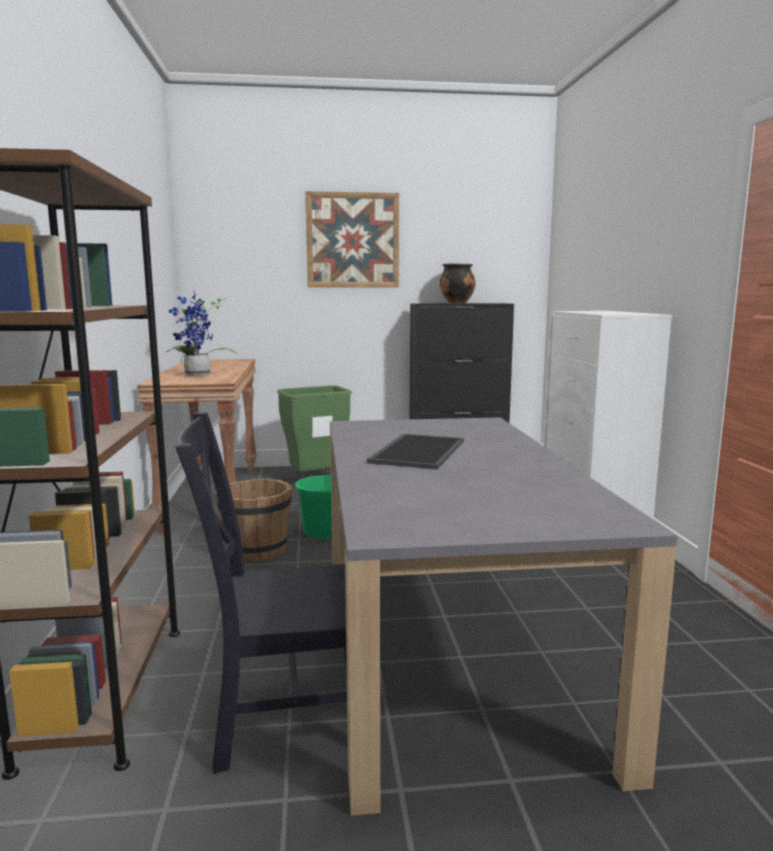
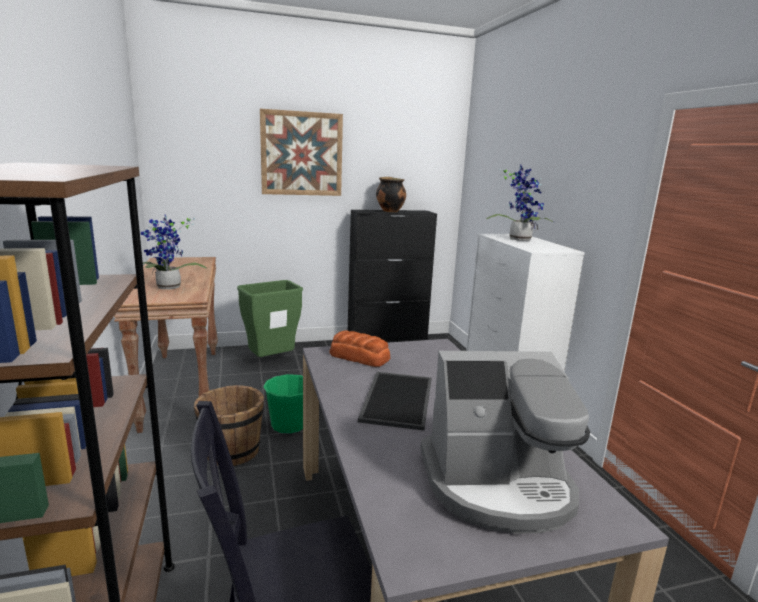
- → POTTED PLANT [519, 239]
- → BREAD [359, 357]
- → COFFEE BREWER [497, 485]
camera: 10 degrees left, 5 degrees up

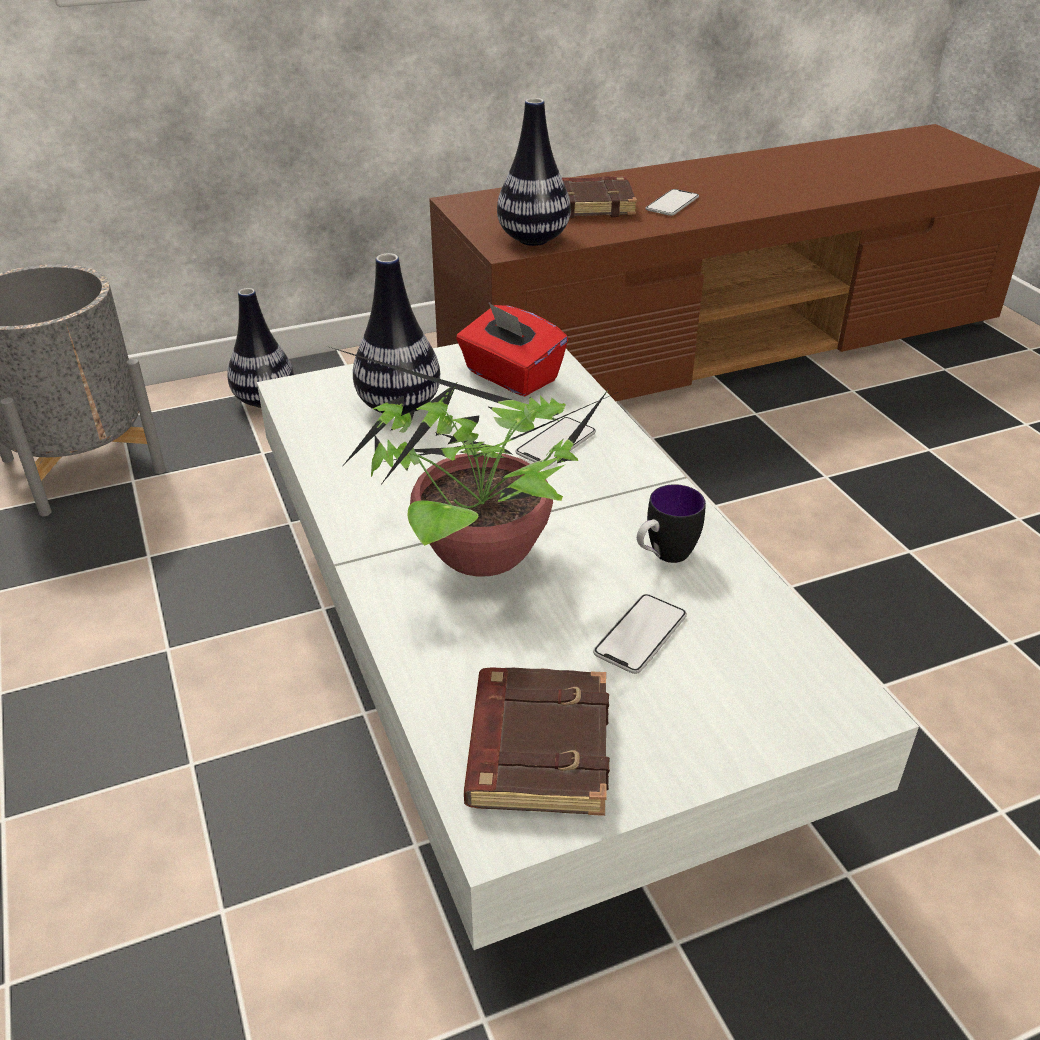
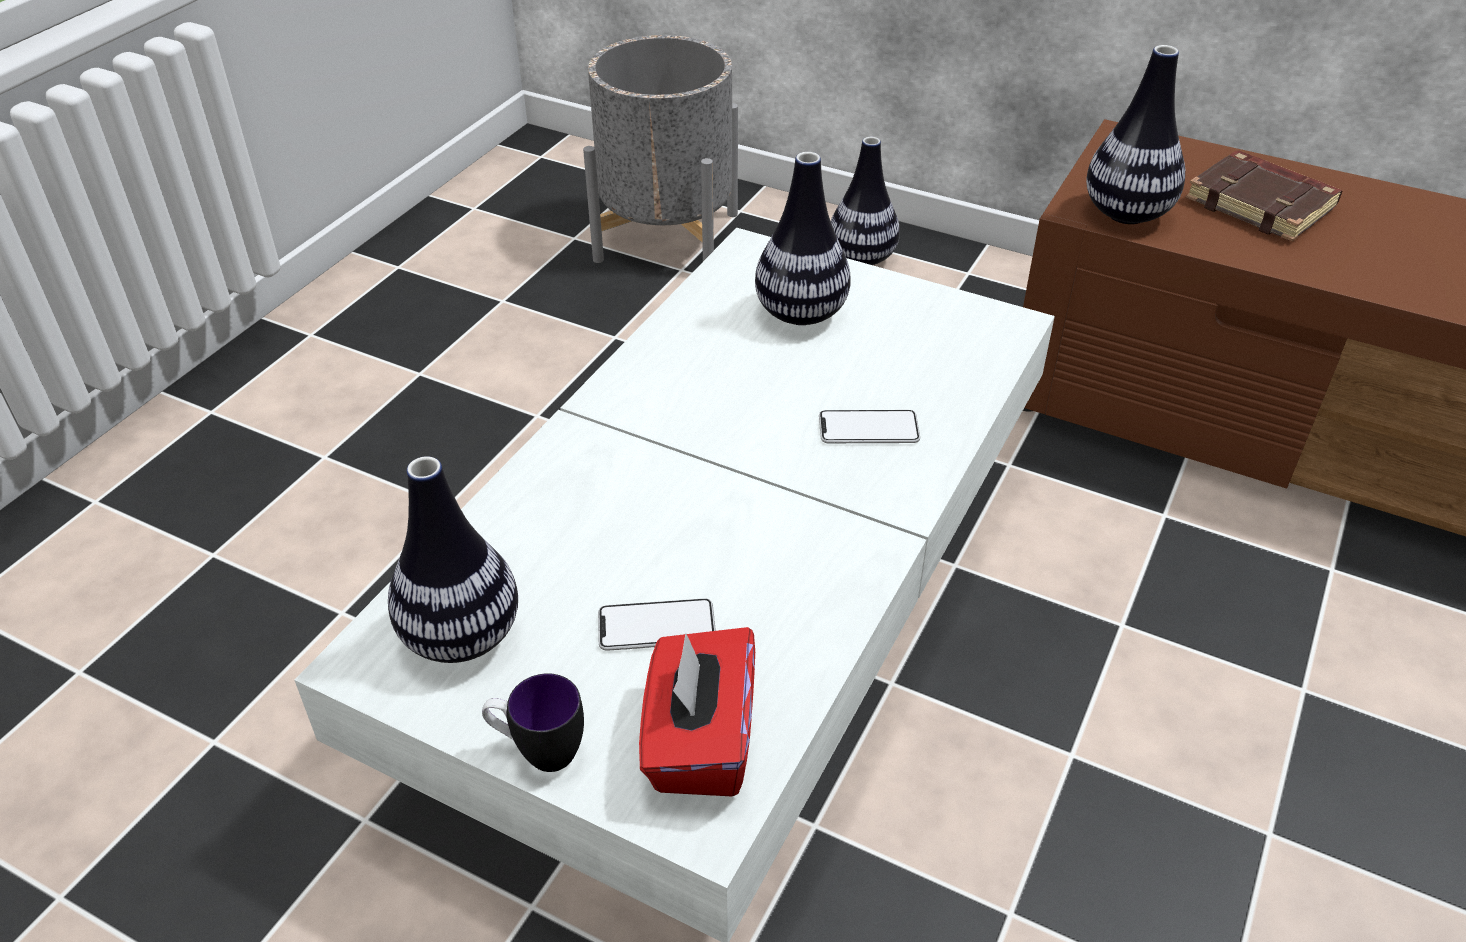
PHONE [672, 204] → -
REDDISH TISSUE HOLDER [510, 376] → REDDISH TISSUE HOLDER [699, 742], moved
POTTED PLANT [476, 552] → -
TEA MUG [663, 557] → TEA MUG [538, 751], moved
BROWNISH BOUND BOOK [536, 747] → FLOWER VASE [461, 636]
camera: 50 degrees right, 5 degrees up

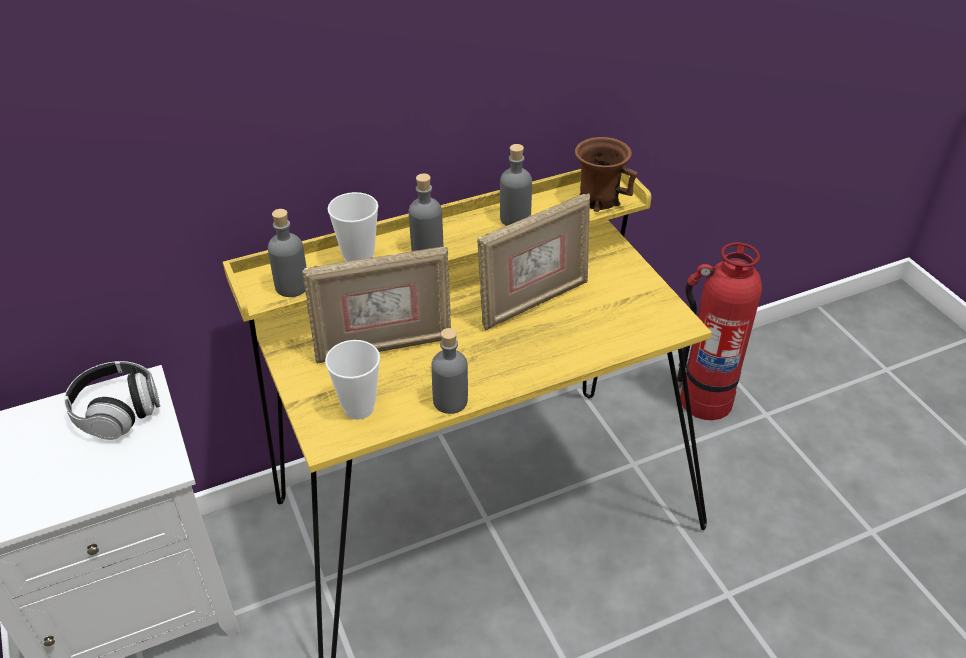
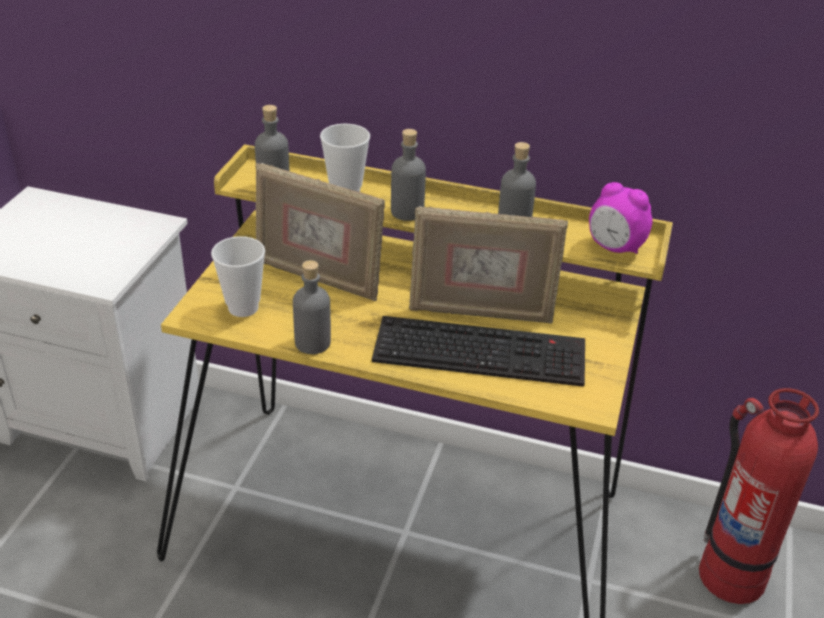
BROWNISH TEA MUG [599, 199] → TABLE CLOCK [615, 248]
HEADSET [117, 412] → -
- → COMPUTER KEYBOARD [482, 350]
camera: 40 degrees right, 5 degrees down

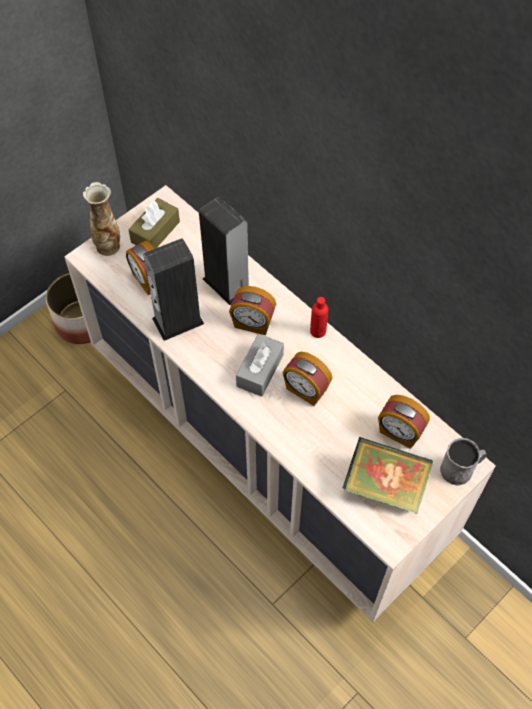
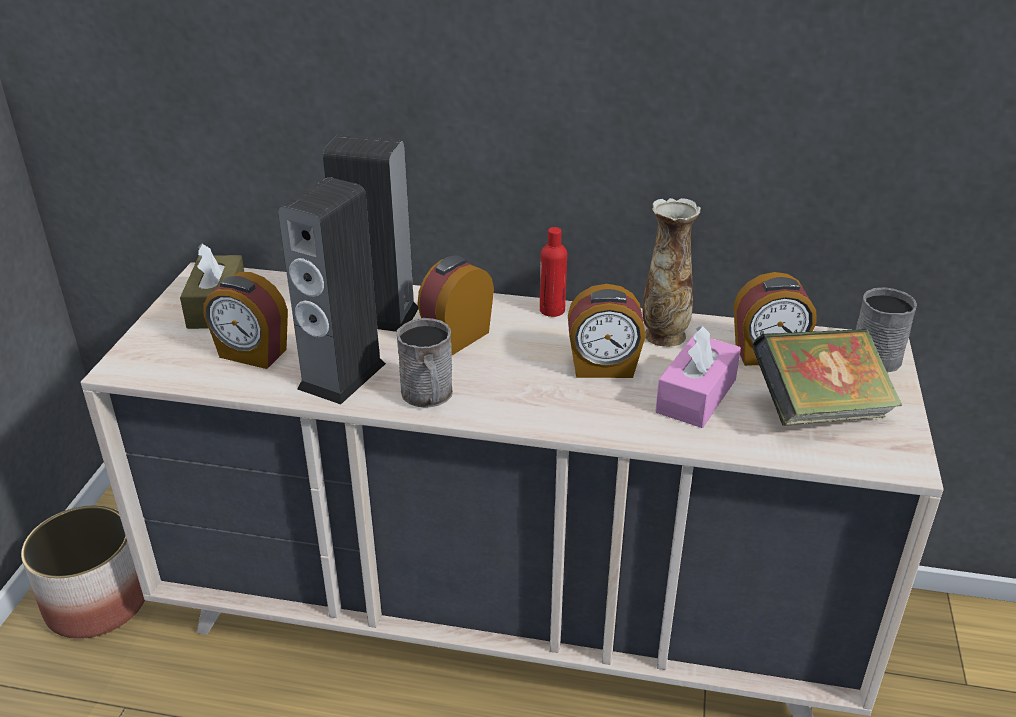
FLOWER VASE [108, 245] → FLOWER VASE [664, 335], moved
TABLE CLOCK [252, 323] → TABLE CLOCK [456, 336], 150 degrees clockwise
GREYISH TISSUE HOLDER [260, 370] → -
- → GREYISH TEA MUG [428, 396]
- → PINK-COLOURED TISSUE HOLDER [696, 396]
camera: 35 degrees left, 25 degrees down

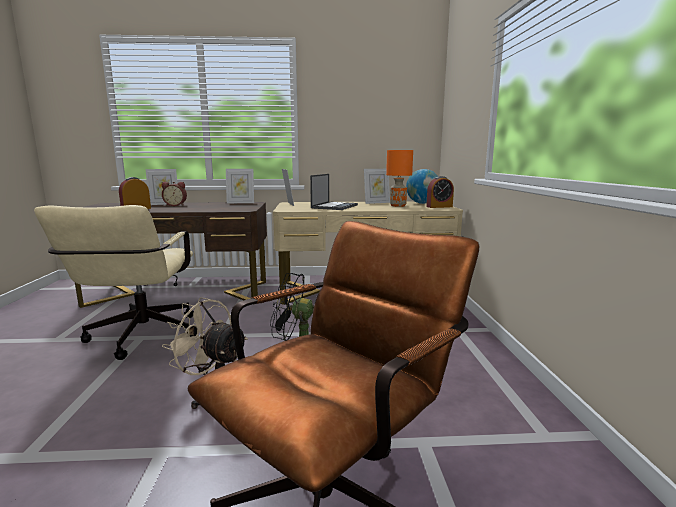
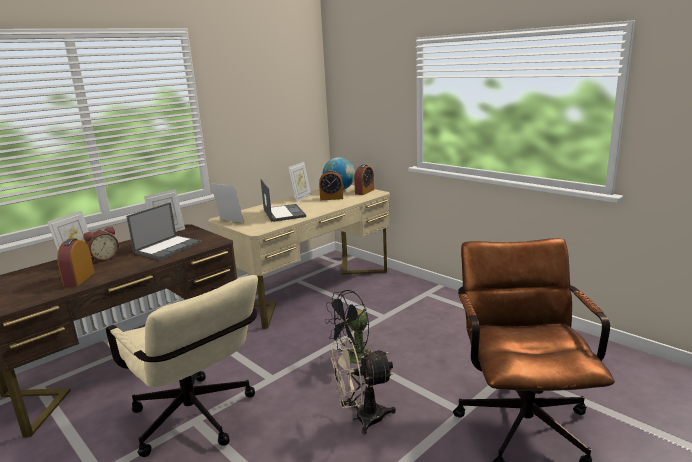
ORANGE TABLETOP LAMP [398, 206] → TABLE CLOCK [331, 198]
- → NOTEBOOK COMPUTER [169, 247]
camera: 40 degrees left, 5 degrees up

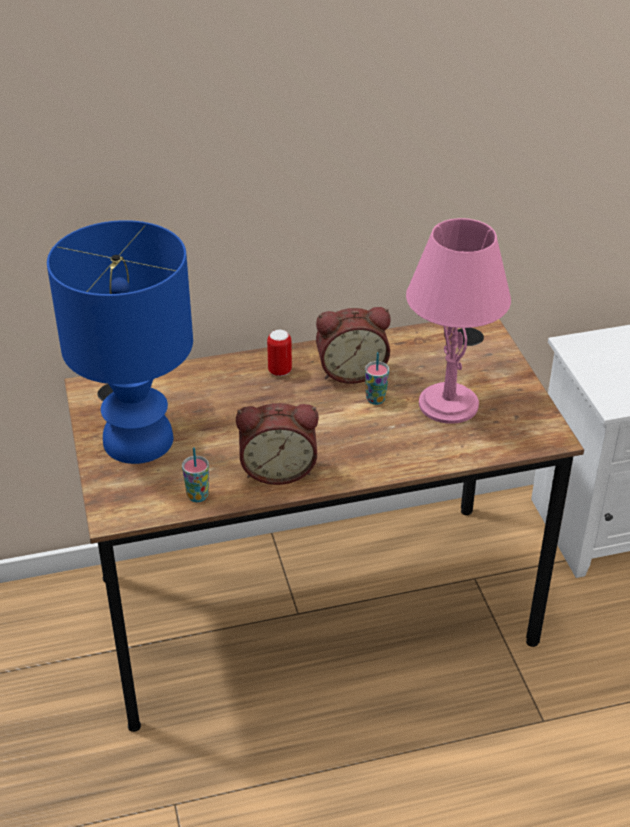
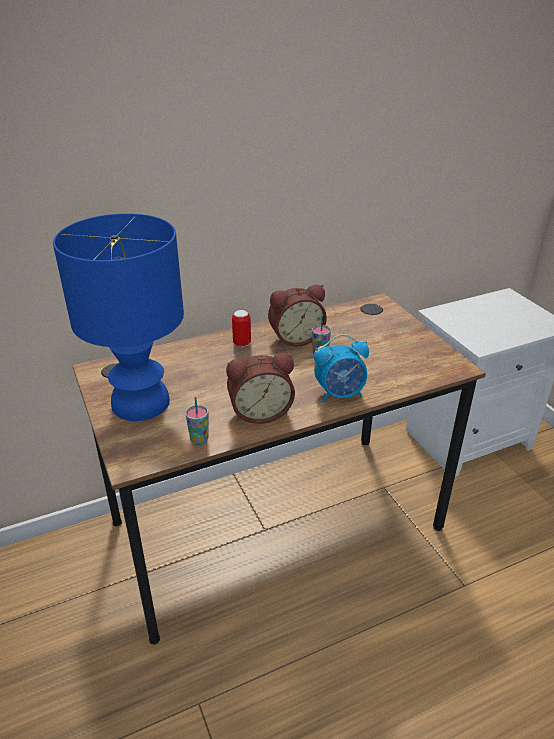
PINK-COLOURED TABLETOP LAMP [449, 404] → -
- → TABLE CLOCK [340, 394]
camera: 10 degrees left, 5 degrees down

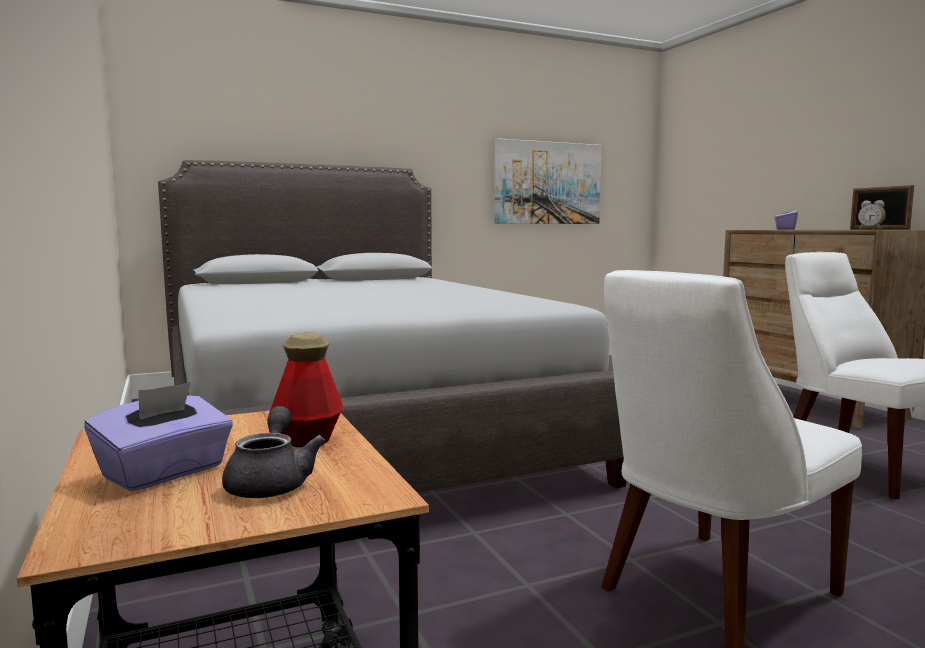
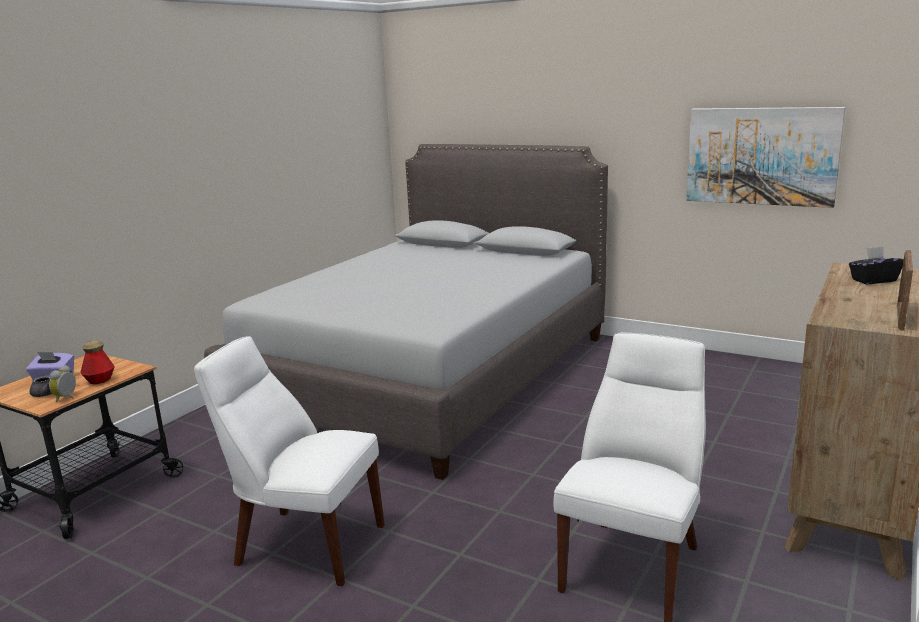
TABLE CLOCK [871, 229] → TABLE CLOCK [67, 398], moved
PURPLE-COLOURED TISSUE HOLDER [784, 229] → BLACK-COLOURED TISSUE HOLDER [873, 280]
camera: 55 degrees right, 10 degrees up

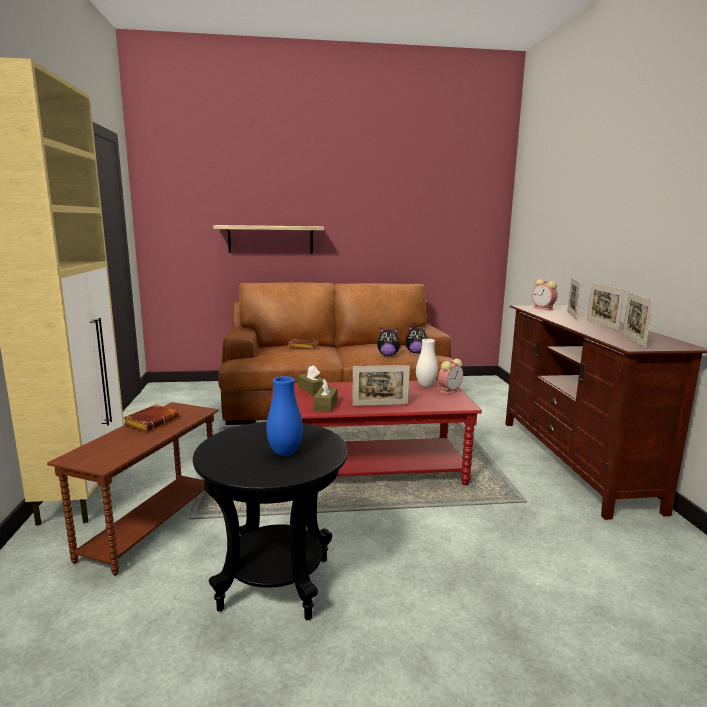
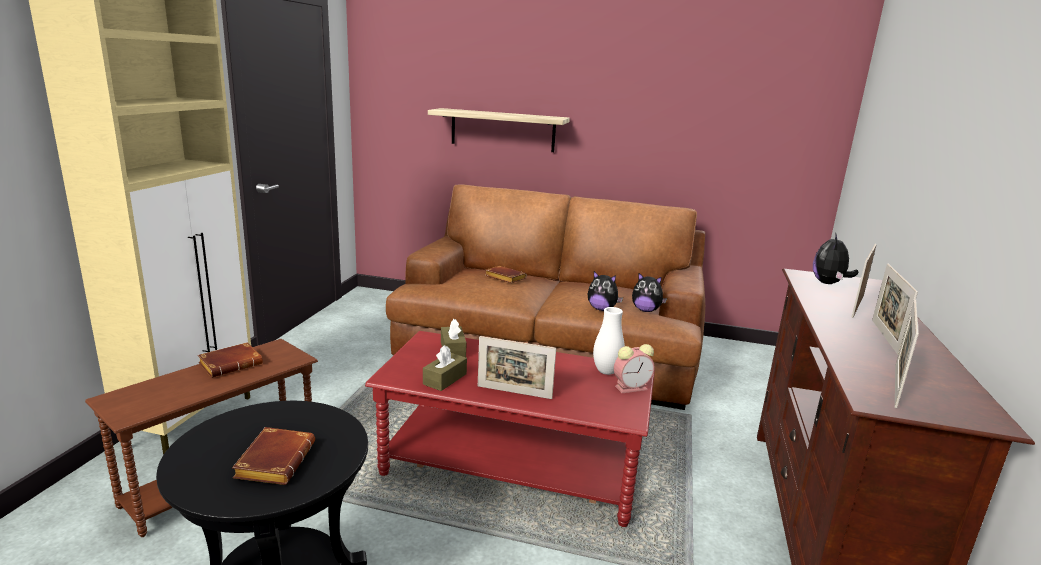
TABLE CLOCK [544, 309] → PLUSH TOY [829, 283]
BLUISH FLOWER VASE [285, 453] → BROWNISH BOUND BOOK [274, 460]
camera: 20 degrees right, 5 degrees up

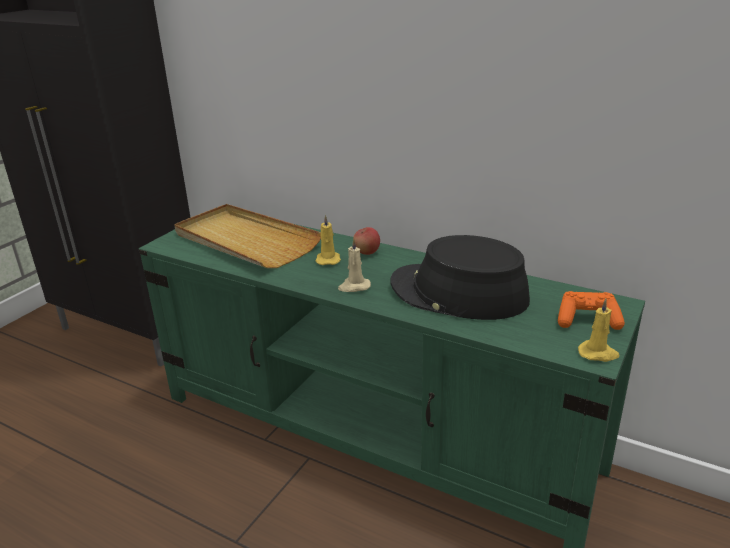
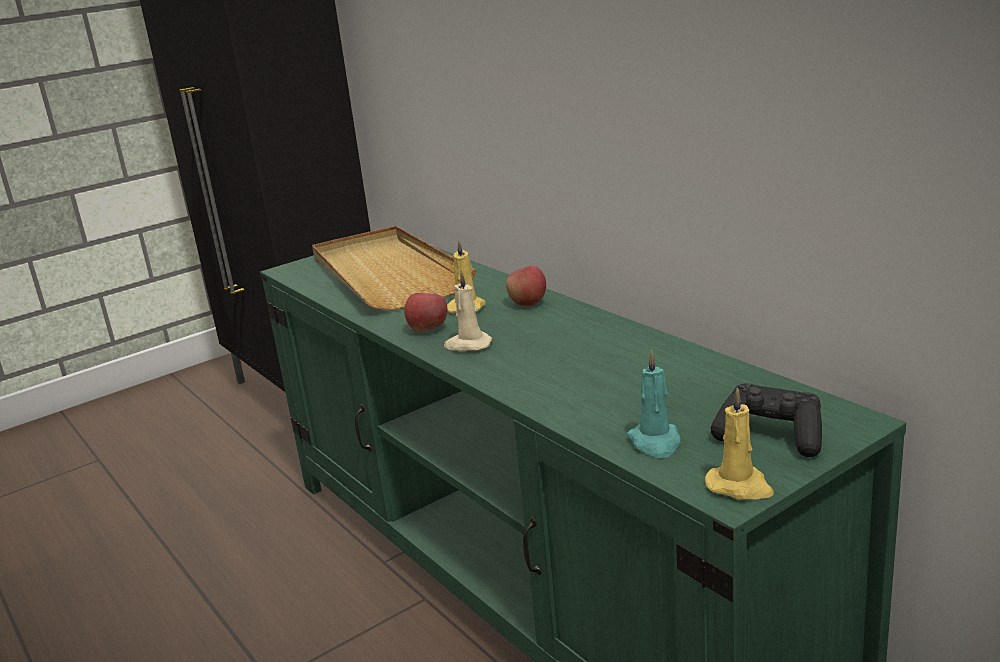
BLACK-COLOURED HAT [458, 293] → -
ORANGE GAME CONTROLLER [587, 320] → BLACK-COLOURED GAME CONTROLLER [771, 436]
- → APPLE FRUIT [428, 329]
- → TURQUOISE WAX LIGHT [655, 442]
camera: 25 degrees right, 5 degrees down

